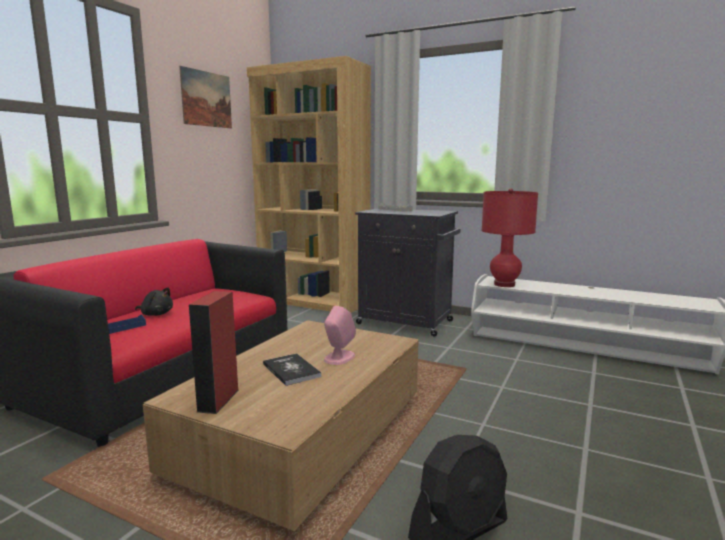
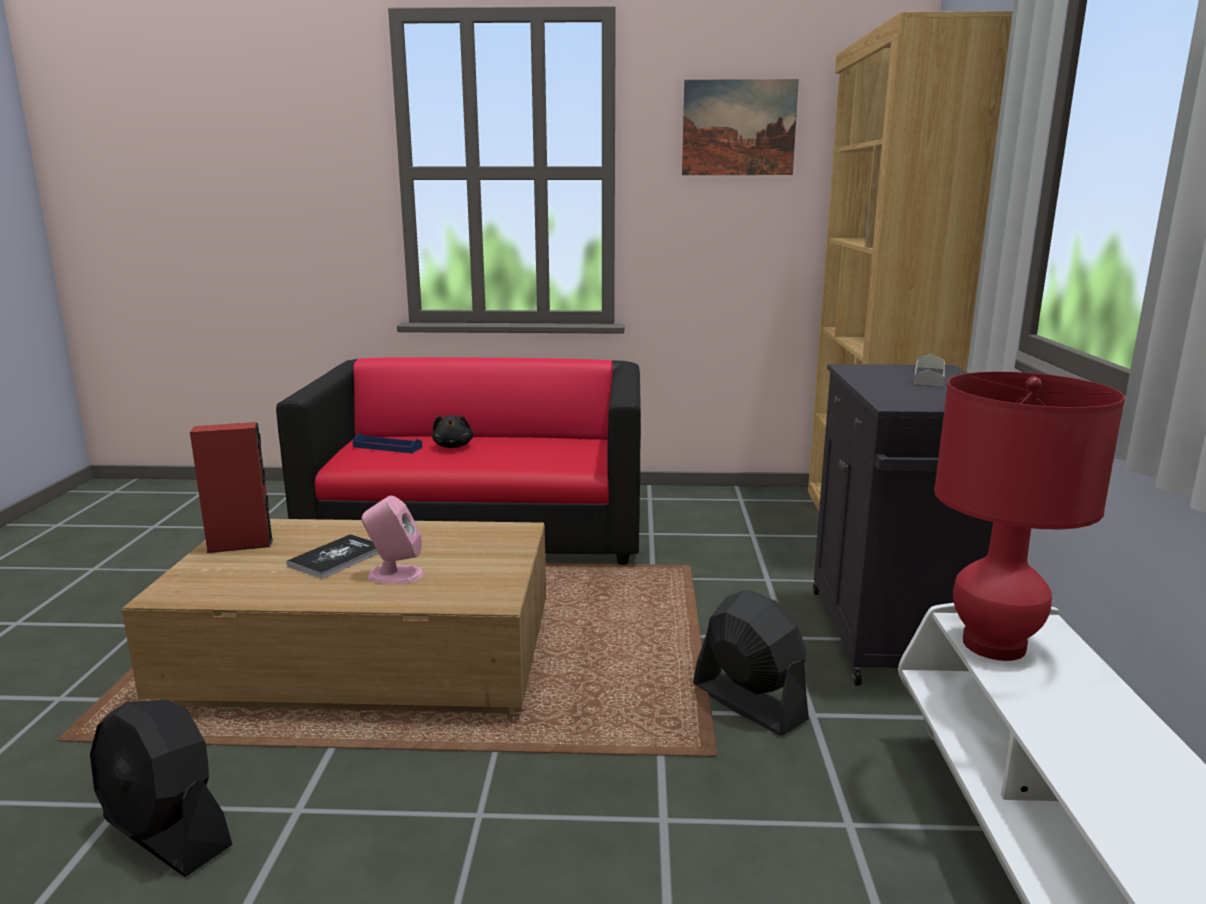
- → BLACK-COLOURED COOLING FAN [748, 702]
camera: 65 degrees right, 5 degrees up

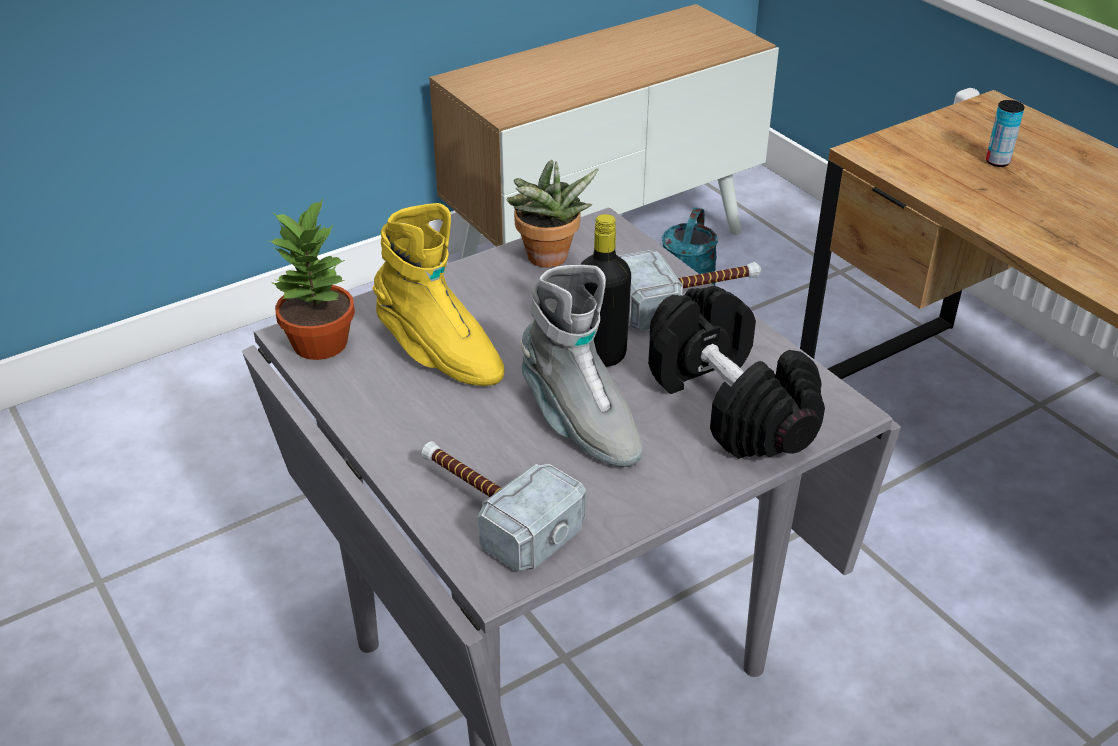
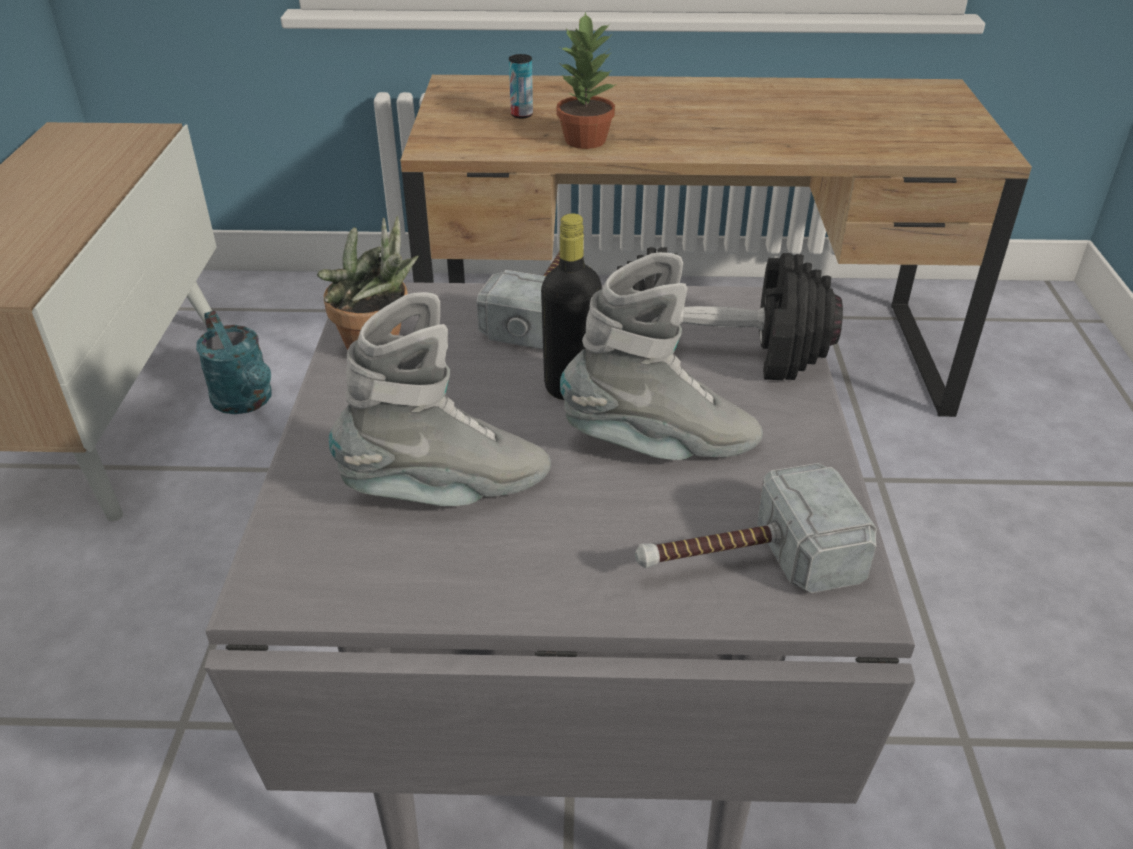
POTTED PLANT [321, 344] → POTTED PLANT [586, 140], moved
YELLOWISH TALL BOOT [439, 355] → GREYISH TALL BOOT [448, 490]
camera: 55 degrees left, 0 degrees up

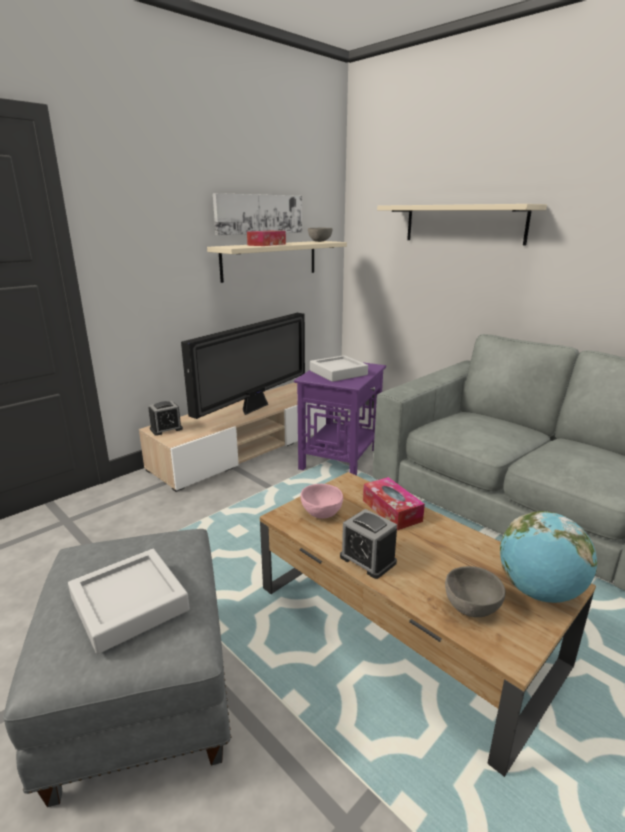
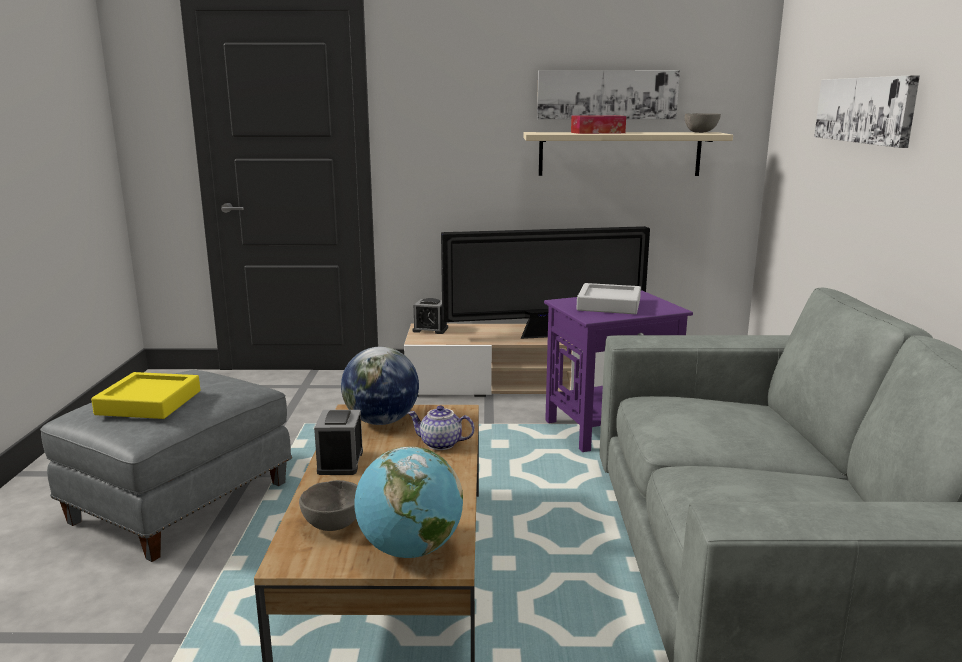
BEIGE-COLOURED SHELF [463, 224] → WALL PICTURE [864, 110]
TISSUE HOLDER [391, 511] → POT FOR TEA [440, 444]
PINK-COLOURED DEEP DISH [321, 514] → DESK GLOBE [381, 421]
GREYISH SERVING TRAY [129, 604] → YELLOWISH SERVING TRAY [149, 402]
camera: 45 degrees right, 5 degrees down

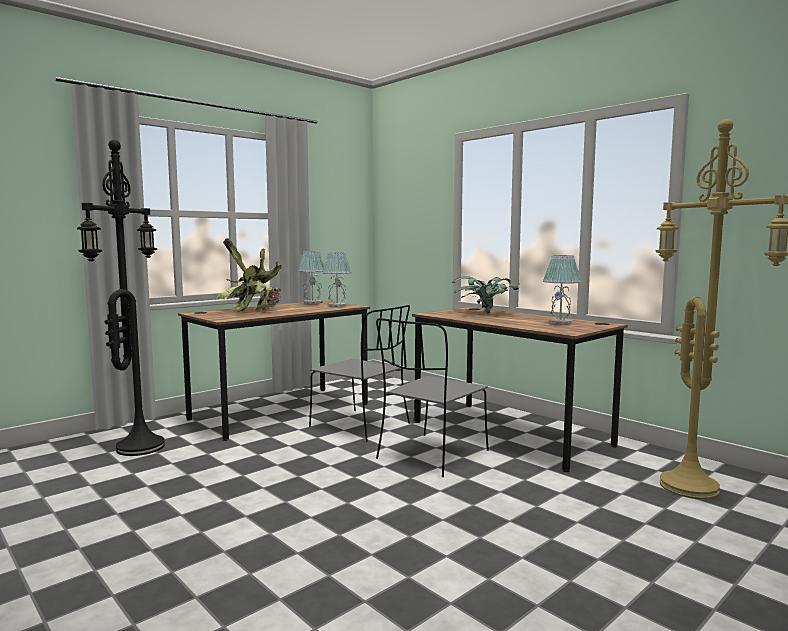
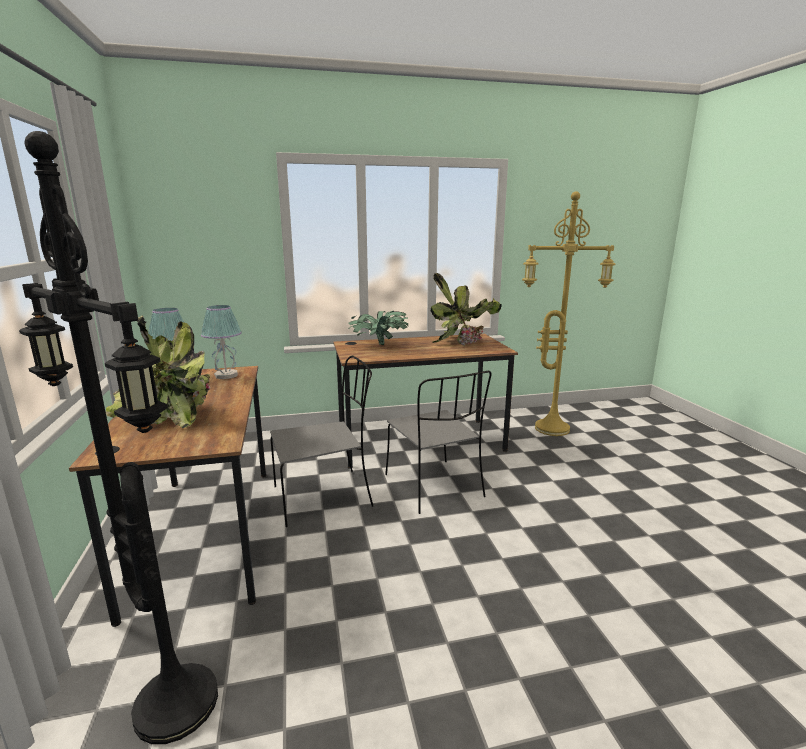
TABLETOP LAMP [560, 323] → POTTED PLANT [462, 343]
camera: 60 degrees left, 10 degrees up

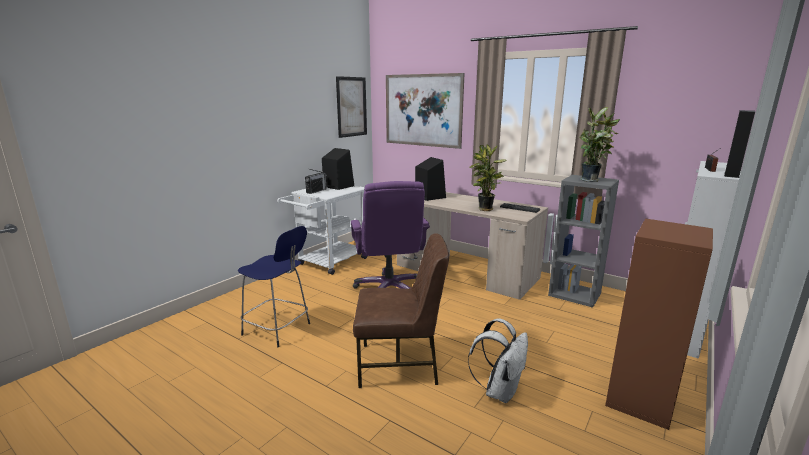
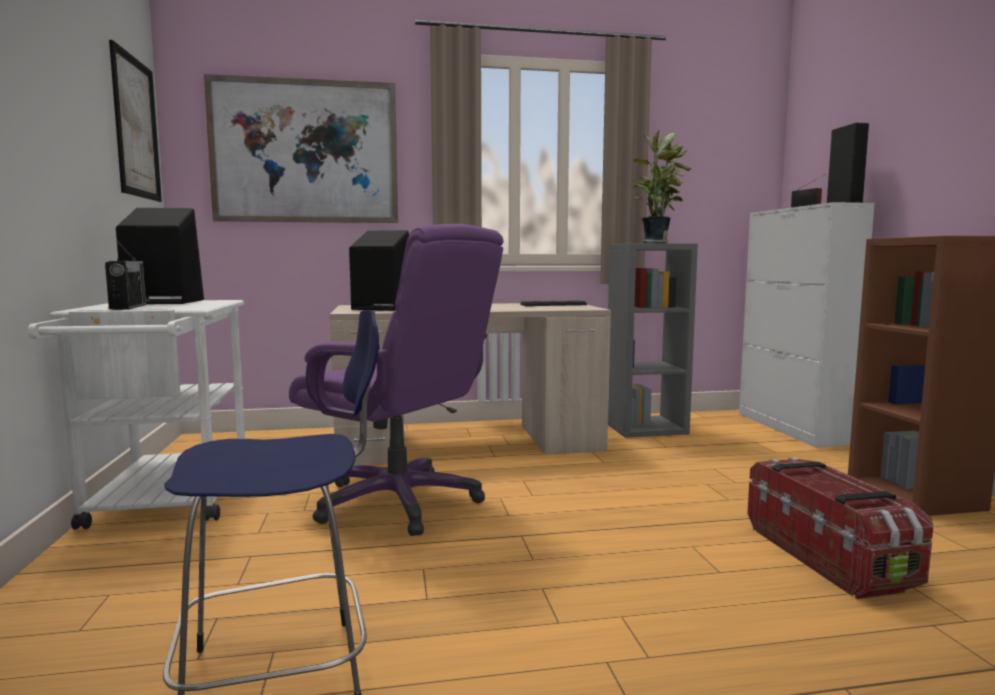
POTTED PLANT [485, 209] → -
BROWNISH CHAIR [400, 365] → -
WHITE-COLOURED BACKPACK [500, 391] → STORAGE BOX [829, 556]
camera: 45 degrees left, 10 degrees down

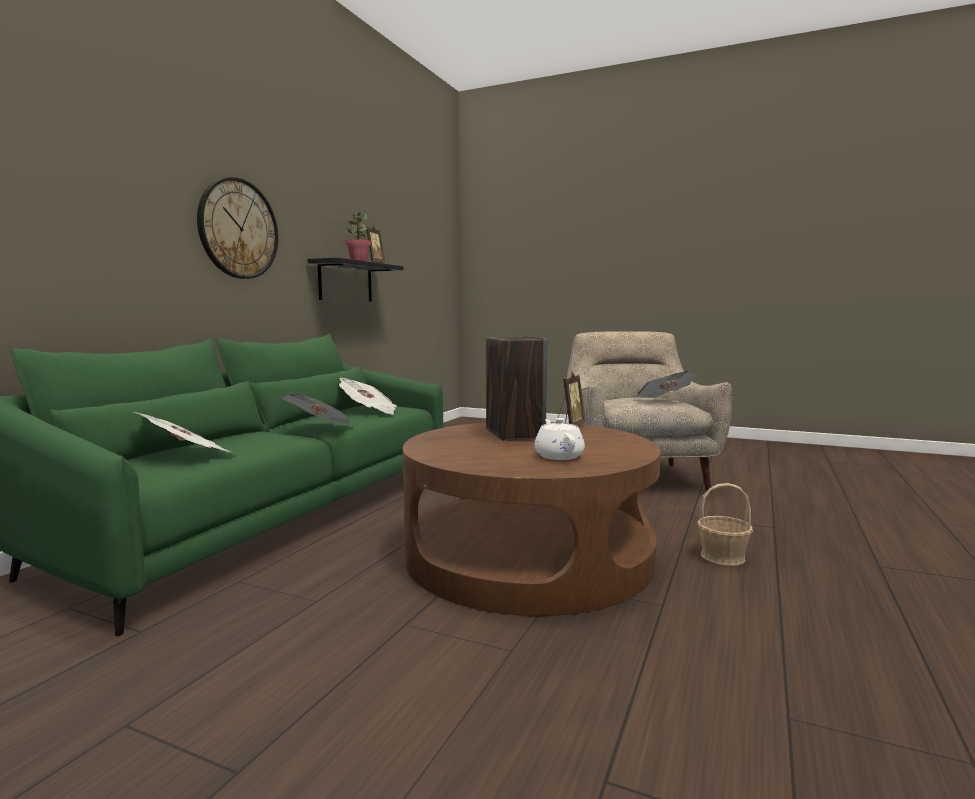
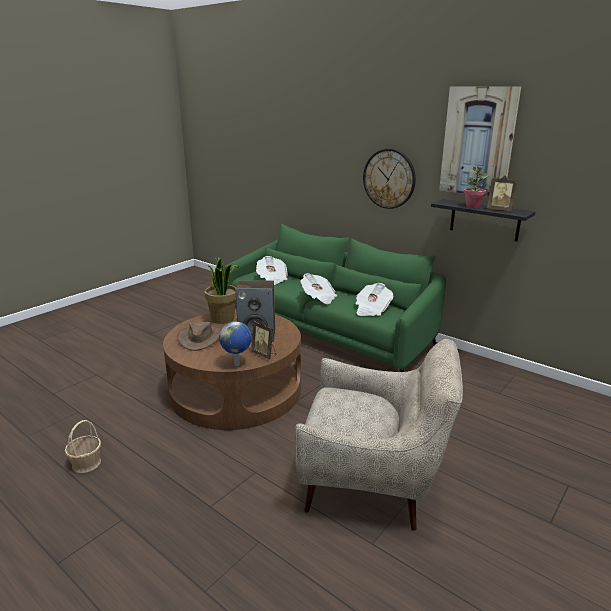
PRINTED PAPER [664, 401] → -
WHITE-COLOURED POT FOR TEA [558, 456] → BROWNISH HAT [200, 338]
BASKET [723, 557] → BASKET [86, 463], moved
- → WALL PICTURE [478, 142]
- → POTTED PLANT [223, 319]
- → DESK GLOBE [237, 365]
camera: 105 degrees right, 15 degrees up

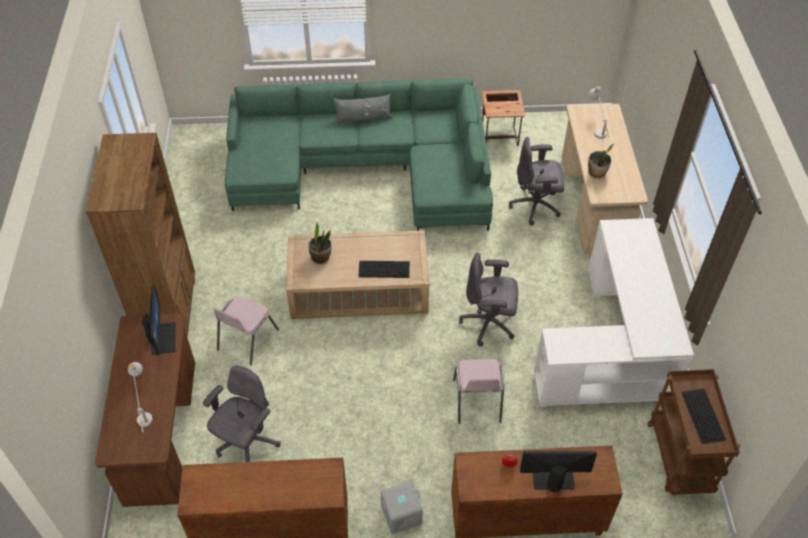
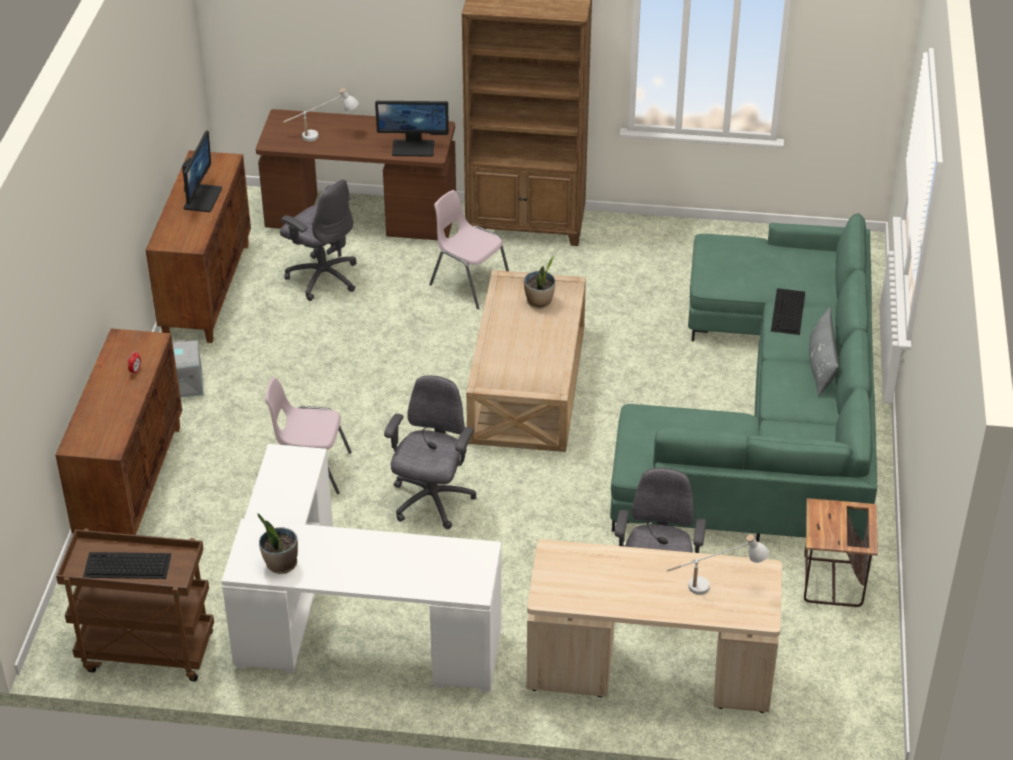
POTTED PLANT [597, 173] → POTTED PLANT [280, 564], moved
COMPUTER KEYBOARD [384, 269] → COMPUTER KEYBOARD [788, 312], moved
COMPUTER SCREEN [552, 478] → COMPUTER SCREEN [202, 198], moved
camera: 100 degrees right, 10 degrees down

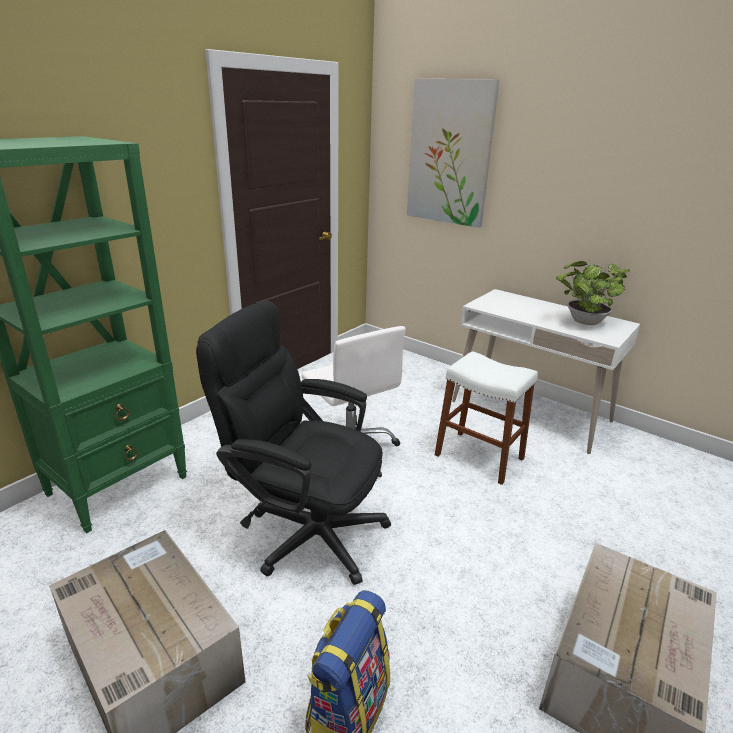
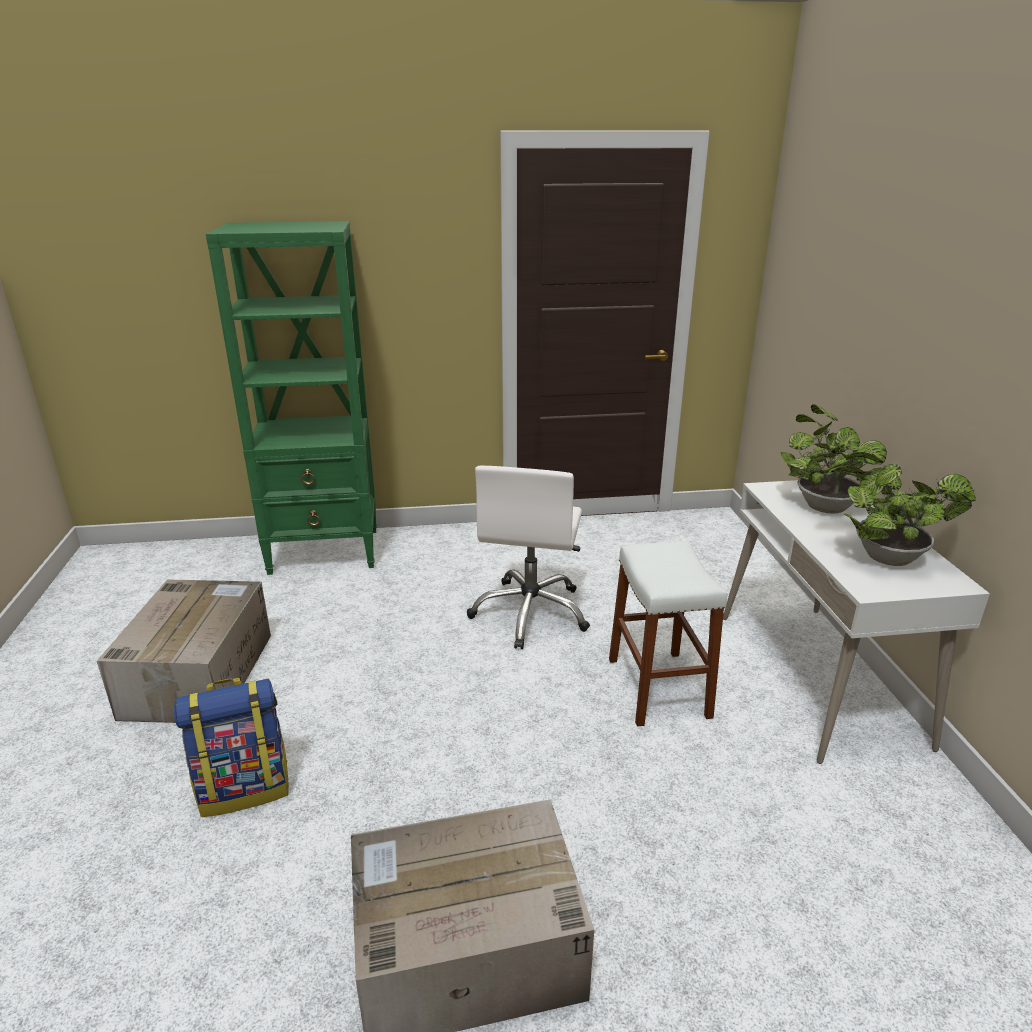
WALL PICTURE [450, 153] → -
BLACK-COLOURED COMPUTER CHAIR [305, 529] → -
- → POTTED PLANT [822, 505]
camera: 45 degrees right, 0 degrees up

